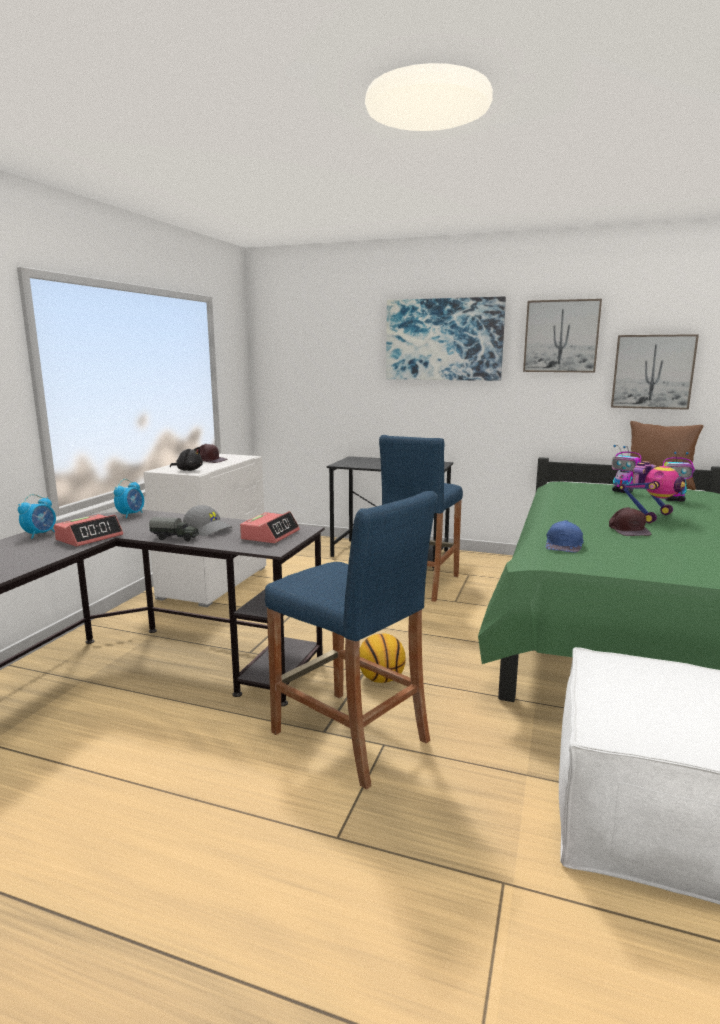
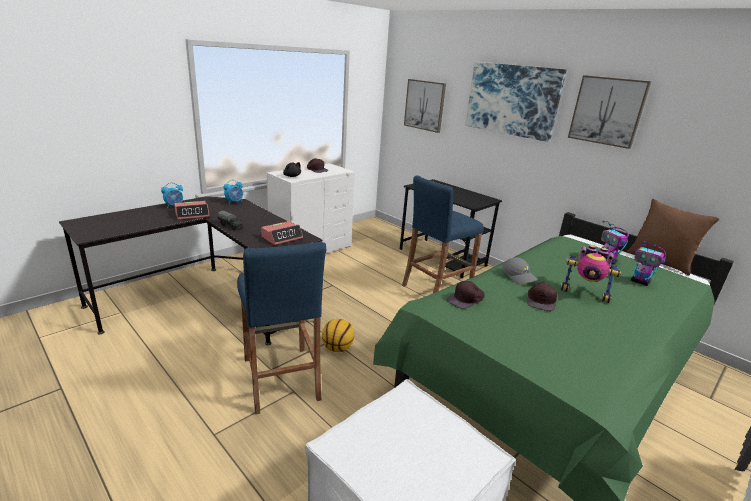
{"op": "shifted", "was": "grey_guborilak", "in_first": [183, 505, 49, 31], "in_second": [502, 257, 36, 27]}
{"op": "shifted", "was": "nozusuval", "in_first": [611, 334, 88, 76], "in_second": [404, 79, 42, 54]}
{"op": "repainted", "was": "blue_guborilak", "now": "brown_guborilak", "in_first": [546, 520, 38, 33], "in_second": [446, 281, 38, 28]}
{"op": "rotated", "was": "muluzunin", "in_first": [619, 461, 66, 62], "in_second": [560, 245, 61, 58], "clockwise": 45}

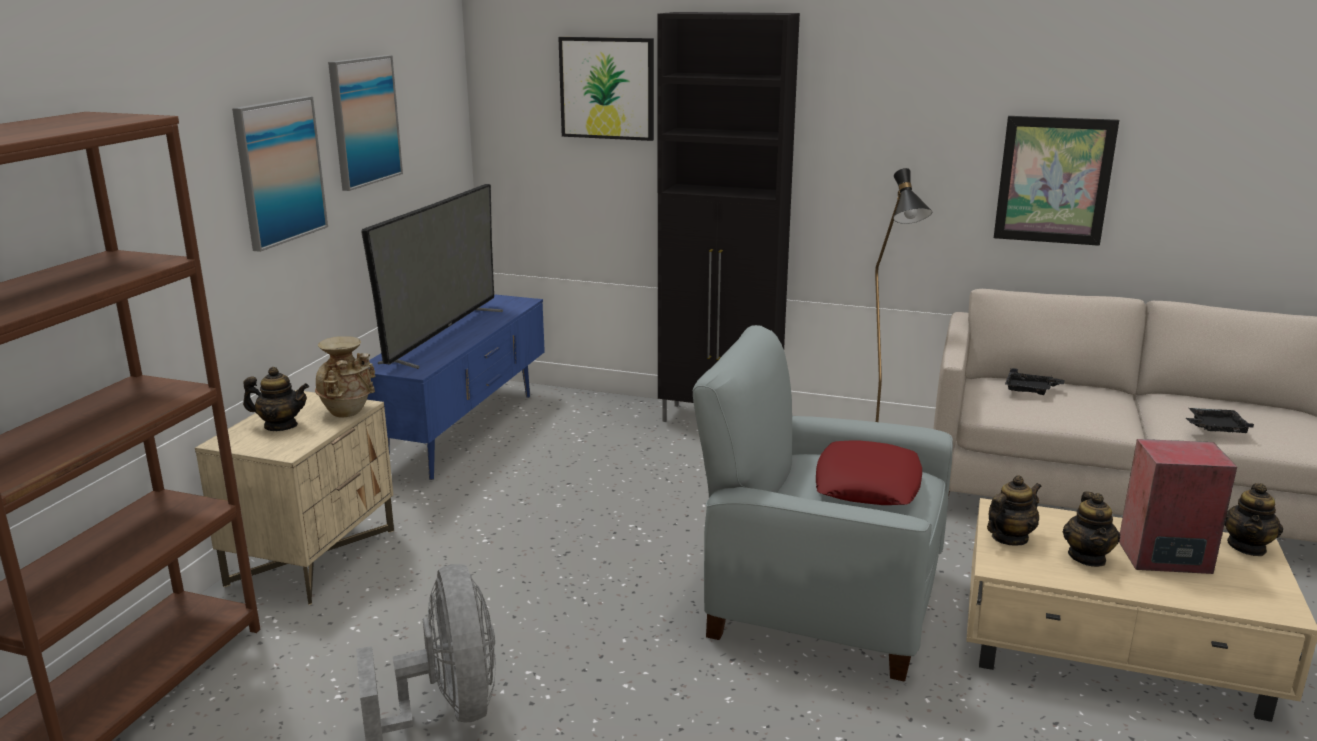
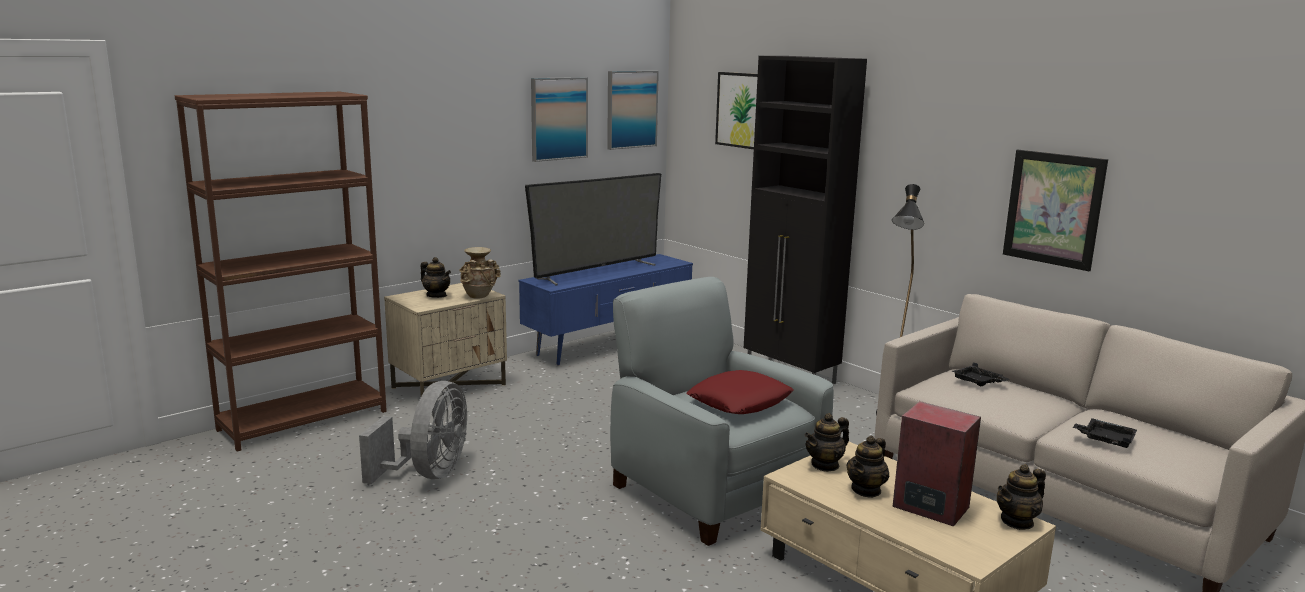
{"op": "shifted", "was": "nozusuval", "in_first": [232, 96, 96, 156], "in_second": [607, 71, 52, 79]}
{"op": "rotated", "was": "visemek", "in_first": [987, 475, 55, 70], "in_second": [805, 413, 44, 59], "clockwise": 150}

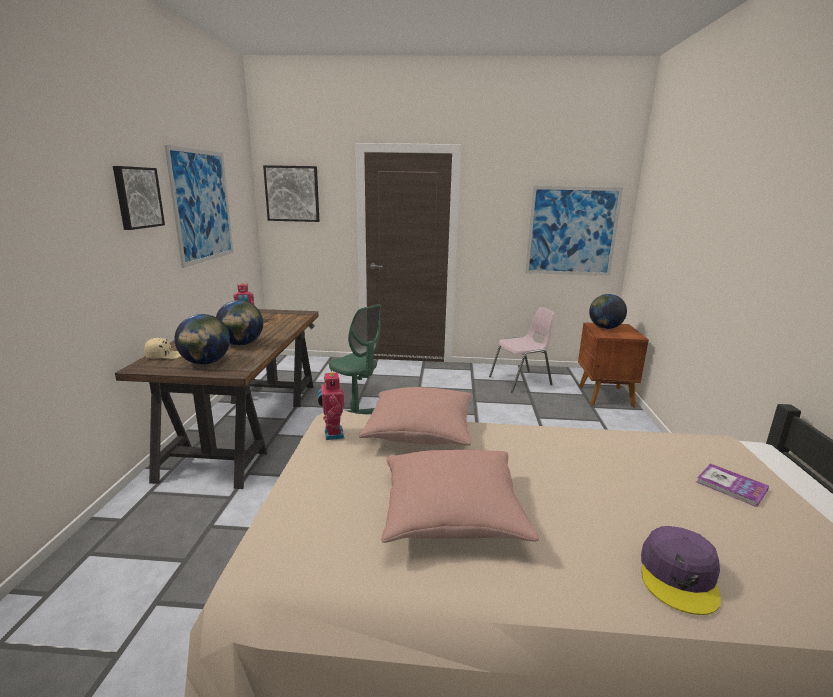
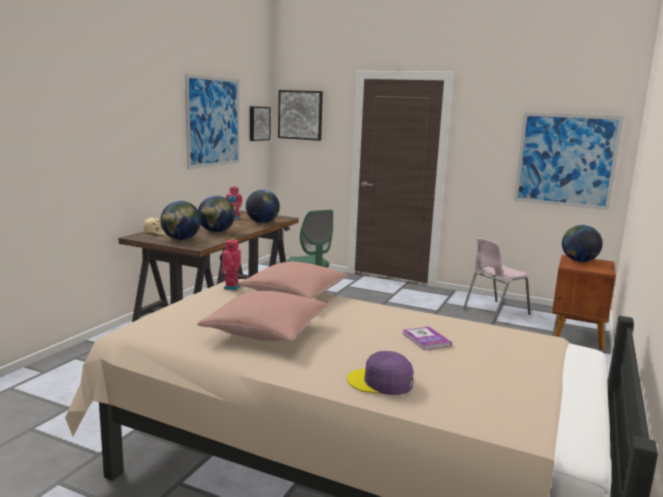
{"op": "new", "now": "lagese", "in_second": [246, 190, 34, 33]}
{"op": "shifted", "was": "nozusuval", "in_first": [113, 166, 52, 64], "in_second": [250, 106, 21, 35]}
{"op": "shifted", "was": "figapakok", "in_first": [697, 464, 72, 43], "in_second": [403, 327, 49, 23]}
{"op": "rotated", "was": "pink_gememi", "in_first": [489, 307, 66, 86], "in_second": [463, 238, 68, 84], "clockwise": 150}
{"op": "rotated", "was": "purple_guborilak", "in_first": [641, 526, 80, 89], "in_second": [347, 351, 67, 44], "clockwise": 60}

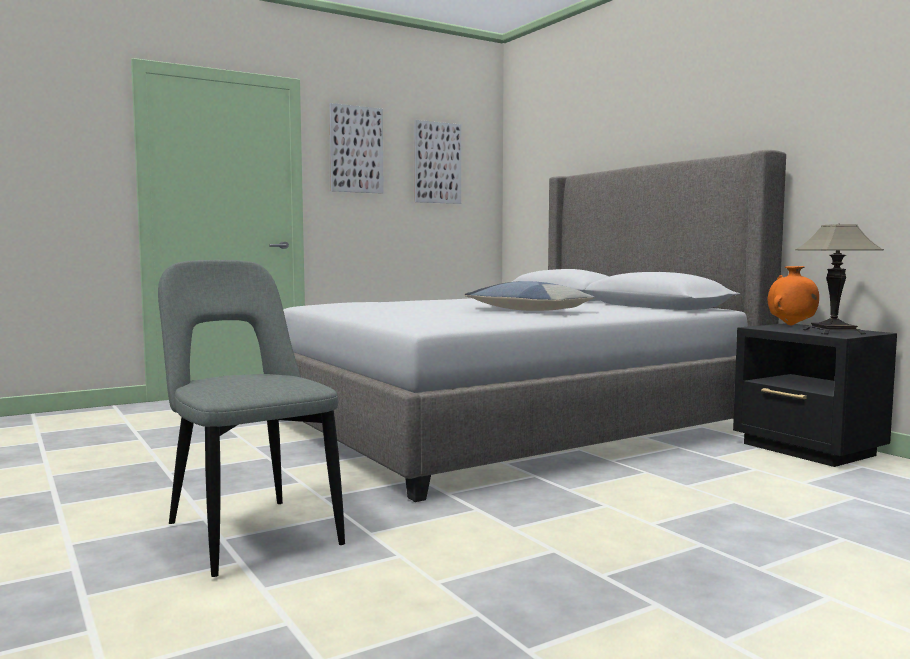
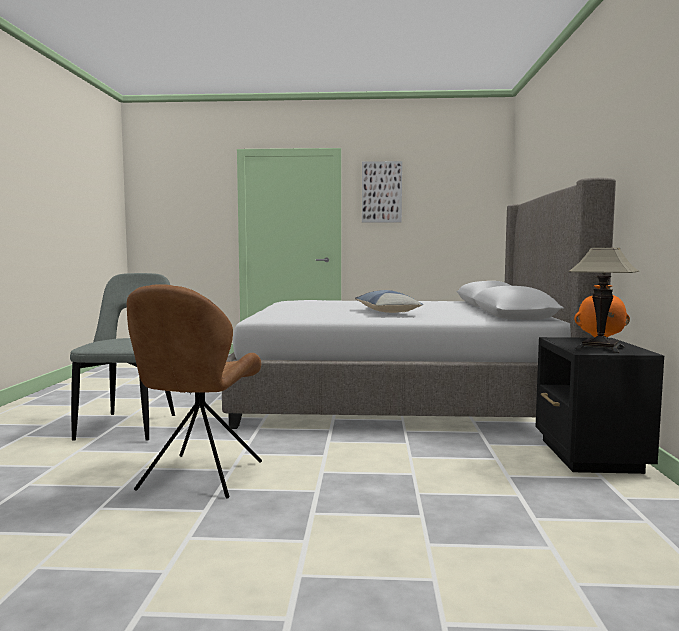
{"op": "gone", "was": "nozusuval", "in_first": [414, 120, 47, 84]}
{"op": "new", "now": "brown_gememi", "in_second": [127, 284, 135, 215]}

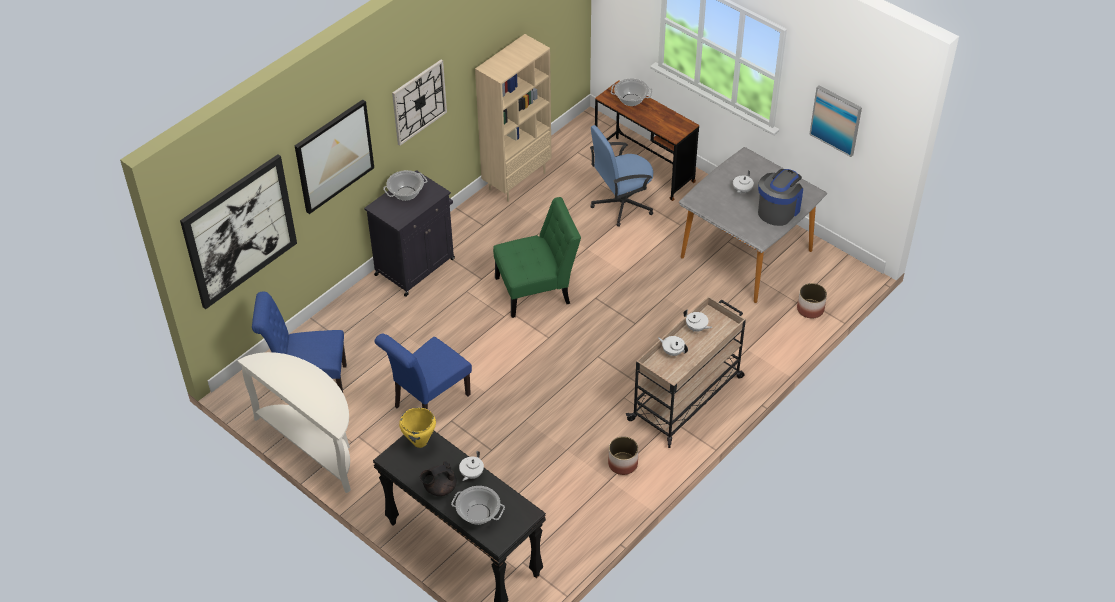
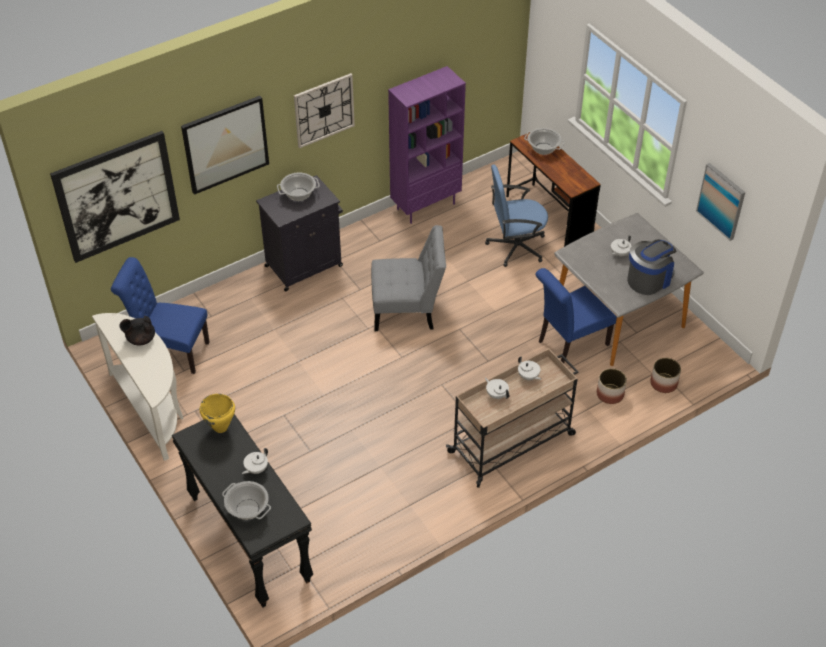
{"op": "shifted", "was": "blue_gememi", "in_first": [374, 334, 98, 75], "in_second": [536, 268, 81, 95]}
{"op": "shifted", "was": "black_visemek", "in_first": [420, 461, 36, 35], "in_second": [119, 316, 36, 30]}
{"op": "shifted", "was": "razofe", "in_first": [608, 436, 30, 39], "in_second": [597, 368, 30, 36]}
{"op": "repainted", "was": "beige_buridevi", "now": "purple_buridevi", "in_first": [475, 34, 76, 168], "in_second": [388, 66, 78, 158]}
{"op": "repainted", "was": "green_gememi", "now": "grey_gememi", "in_first": [493, 197, 88, 121], "in_second": [371, 225, 75, 106]}

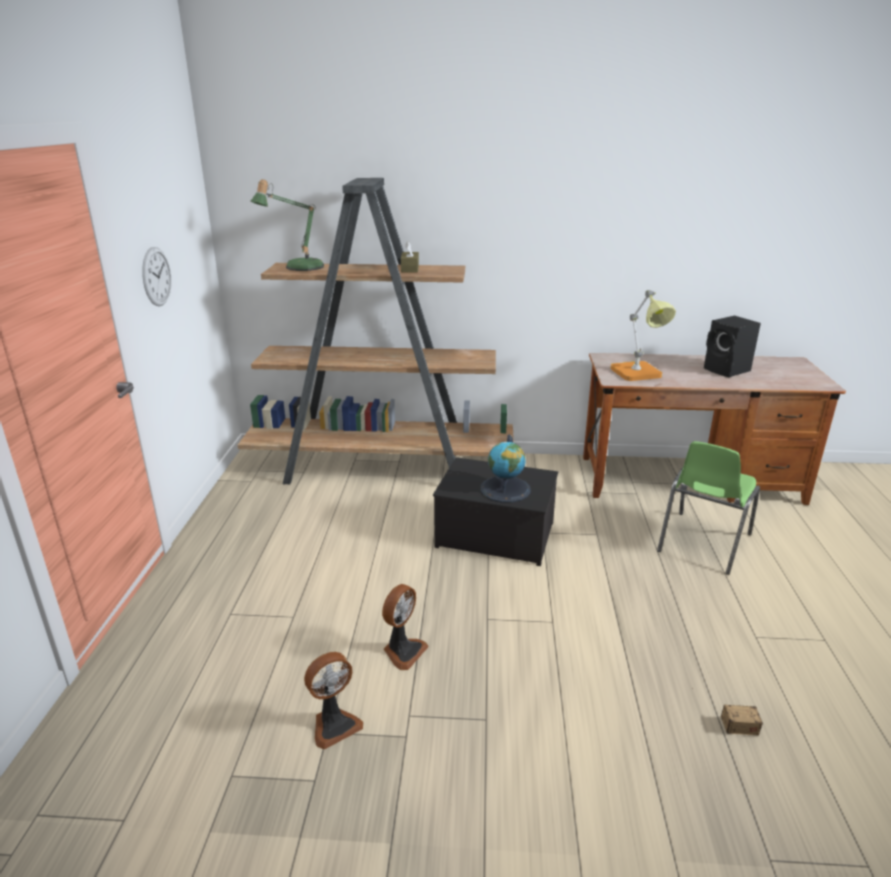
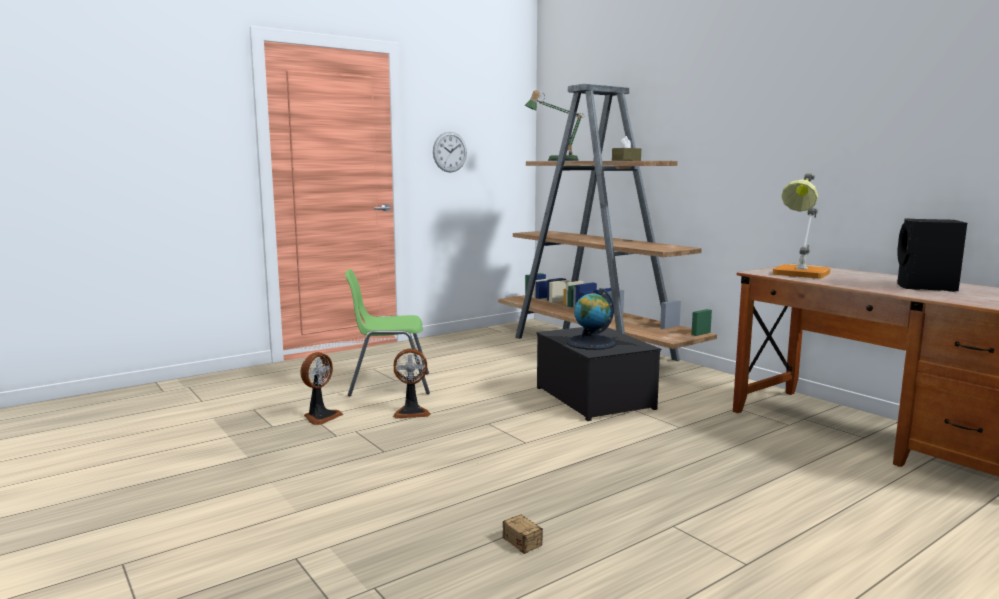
{"op": "shifted", "was": "green_gememi", "in_first": [657, 441, 103, 134], "in_second": [345, 269, 85, 127]}
{"op": "rotated", "was": "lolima", "in_first": [304, 652, 59, 97], "in_second": [300, 352, 43, 73], "clockwise": -75}

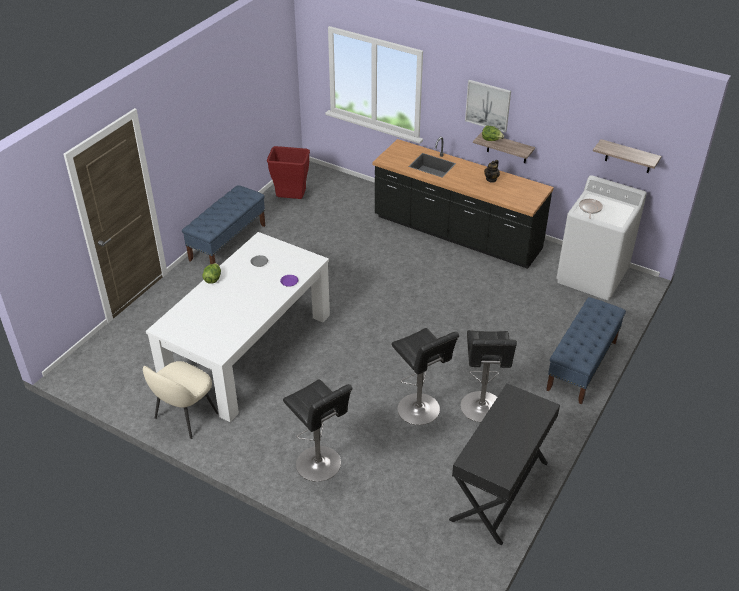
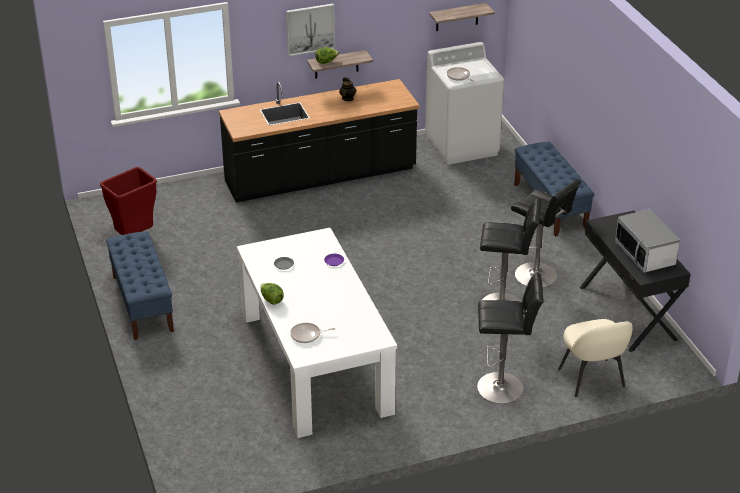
{"op": "new", "now": "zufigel", "in_second": [290, 323, 45, 20]}
{"op": "new", "now": "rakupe", "in_second": [615, 209, 65, 64]}
{"op": "shifted", "was": "beige_gememi", "in_first": [143, 361, 75, 78], "in_second": [558, 319, 75, 78]}

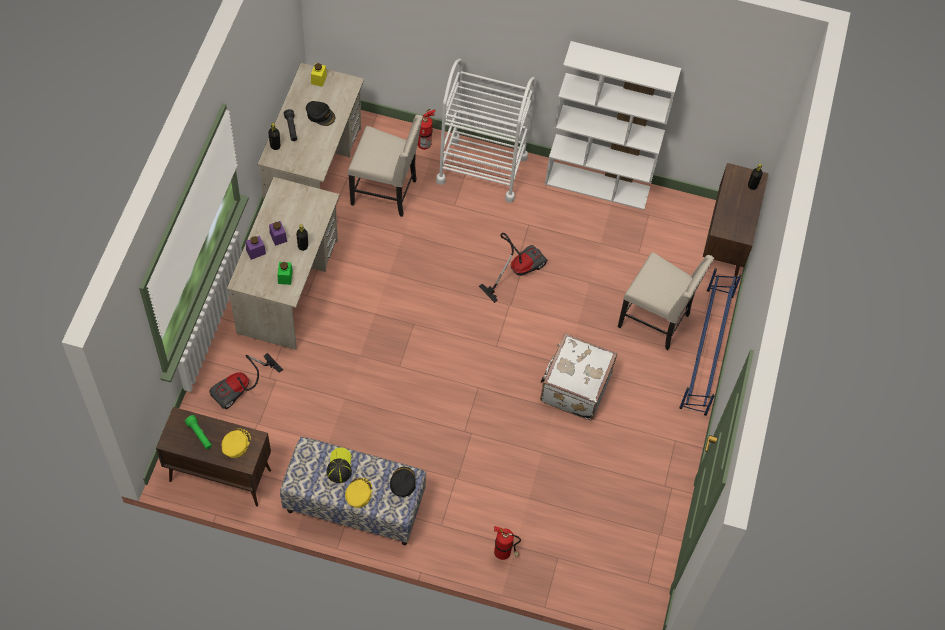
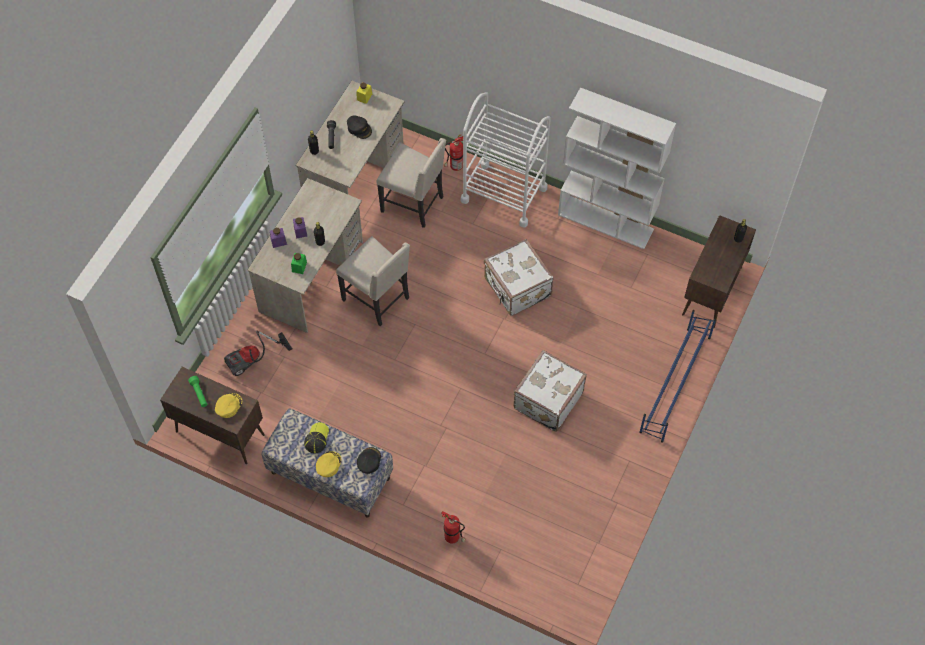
{"op": "shifted", "was": "beige_gememi", "in_first": [618, 252, 96, 98], "in_second": [336, 236, 74, 90]}
{"op": "swapped", "was": "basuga", "now": "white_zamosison", "in_first": [479, 233, 69, 70], "in_second": [484, 239, 69, 77]}

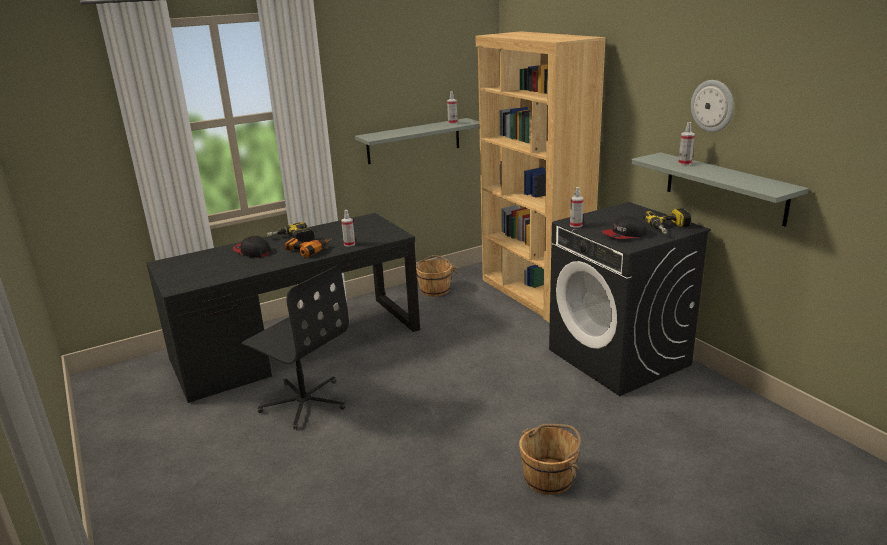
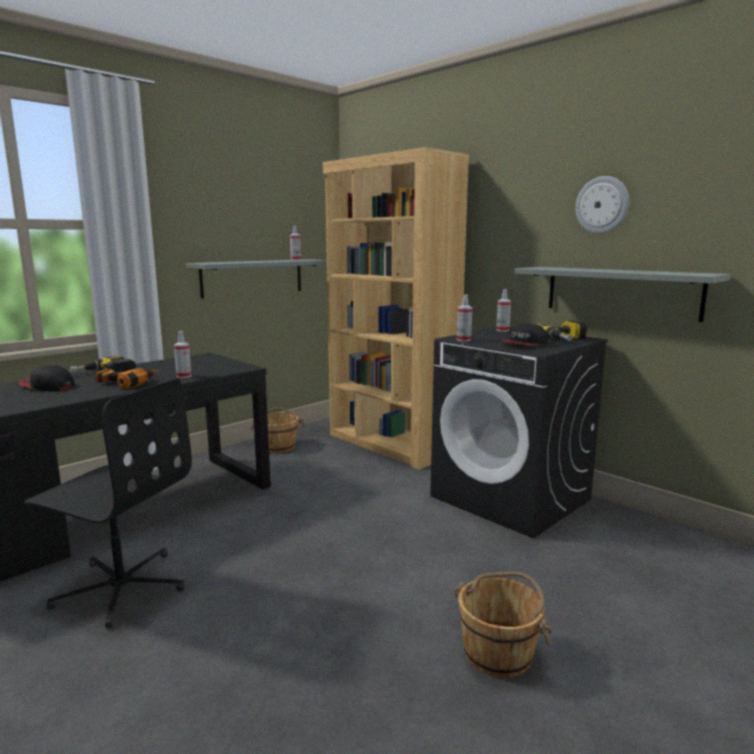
{"op": "shifted", "was": "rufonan", "in_first": [678, 122, 17, 43], "in_second": [496, 289, 15, 43]}

